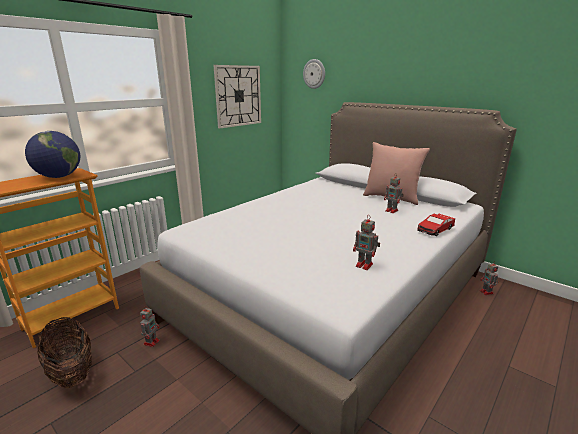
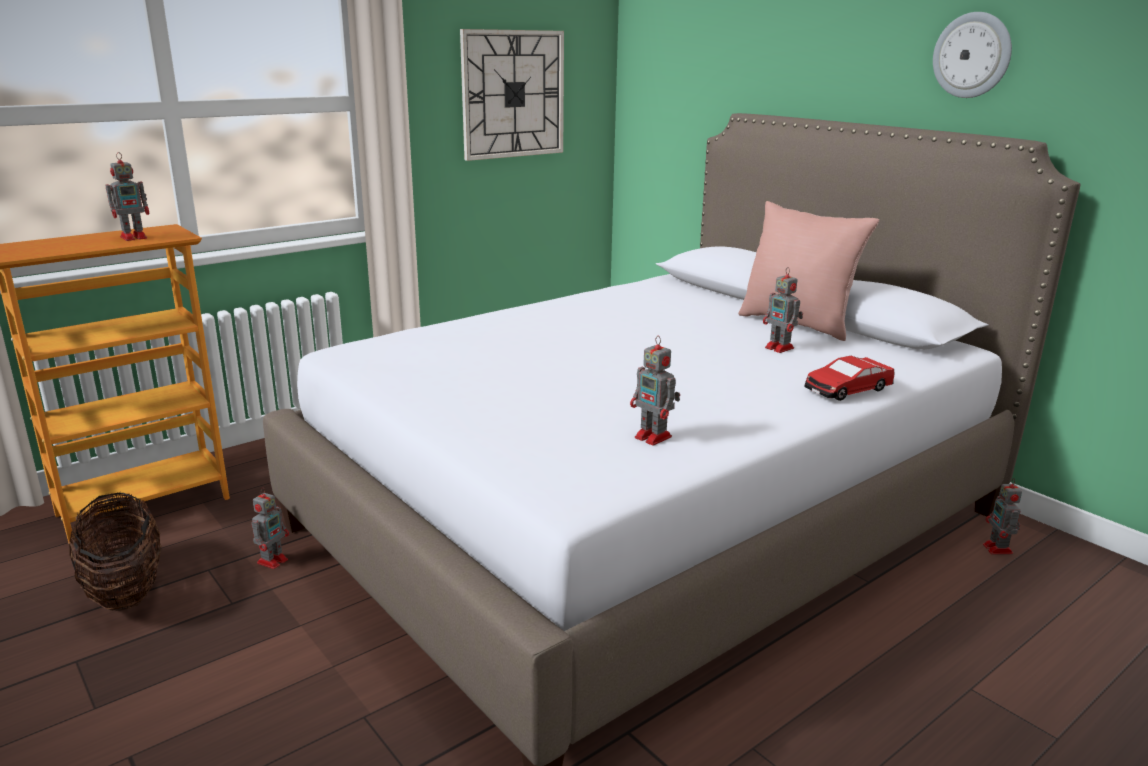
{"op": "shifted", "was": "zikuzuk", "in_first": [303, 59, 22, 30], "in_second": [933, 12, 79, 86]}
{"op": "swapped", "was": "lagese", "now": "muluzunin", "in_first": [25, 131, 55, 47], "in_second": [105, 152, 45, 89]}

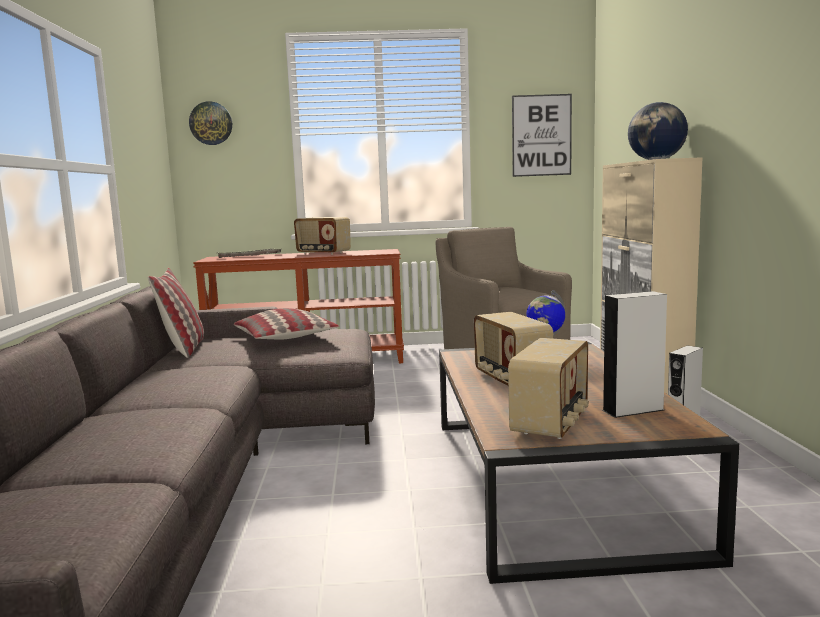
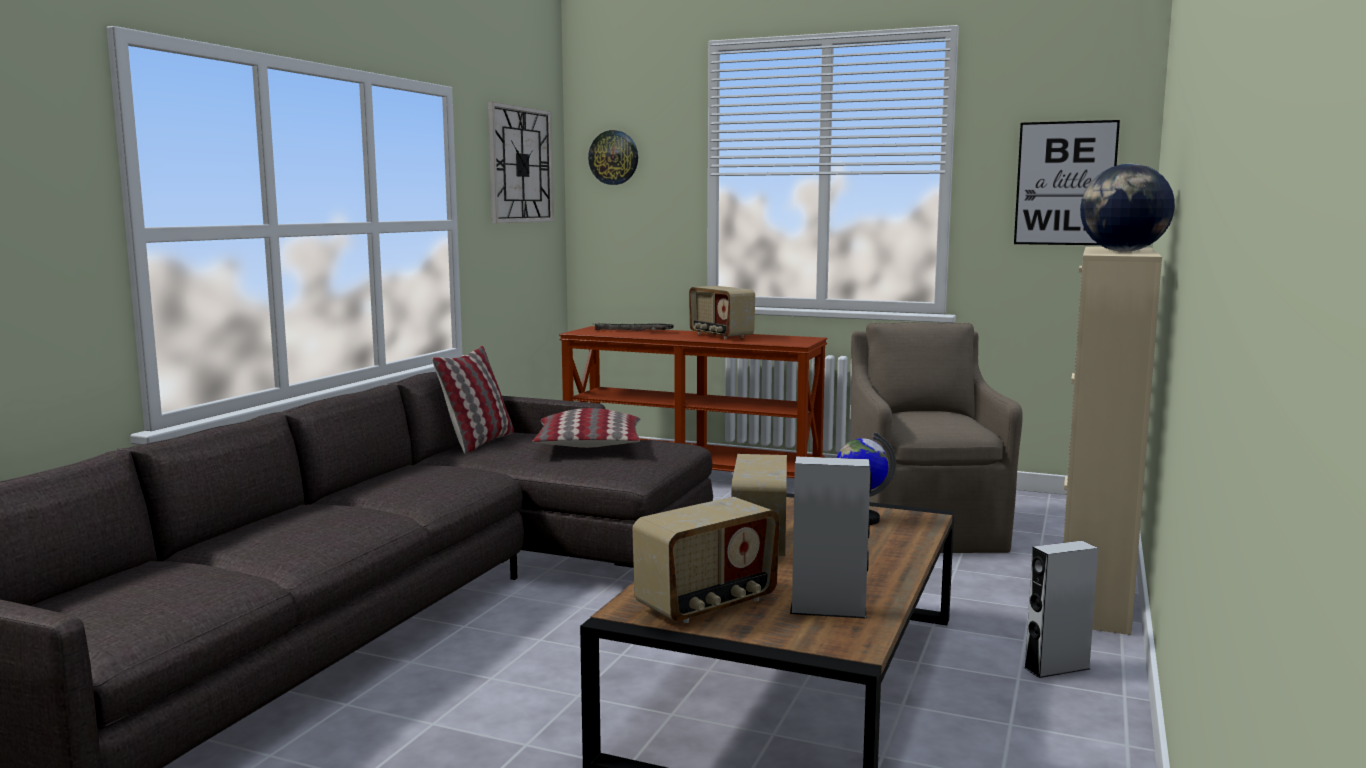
{"op": "new", "now": "zikuzuk", "in_second": [488, 102, 66, 121]}

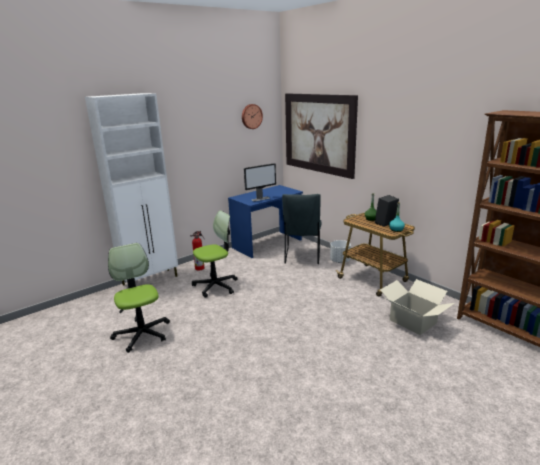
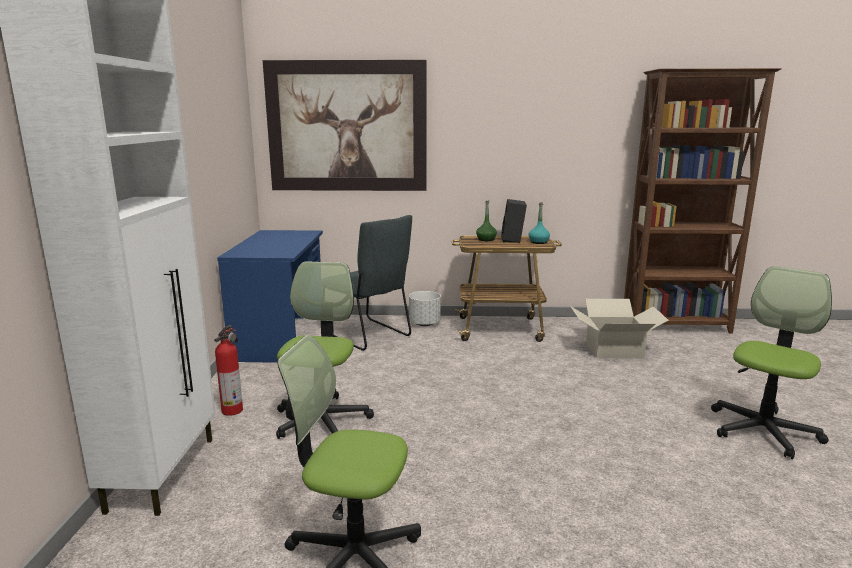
{"op": "gone", "was": "zikuzuk", "in_first": [242, 104, 21, 25]}
{"op": "gone", "was": "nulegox", "in_first": [244, 163, 32, 38]}
{"op": "new", "now": "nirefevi", "in_second": [711, 266, 121, 193]}

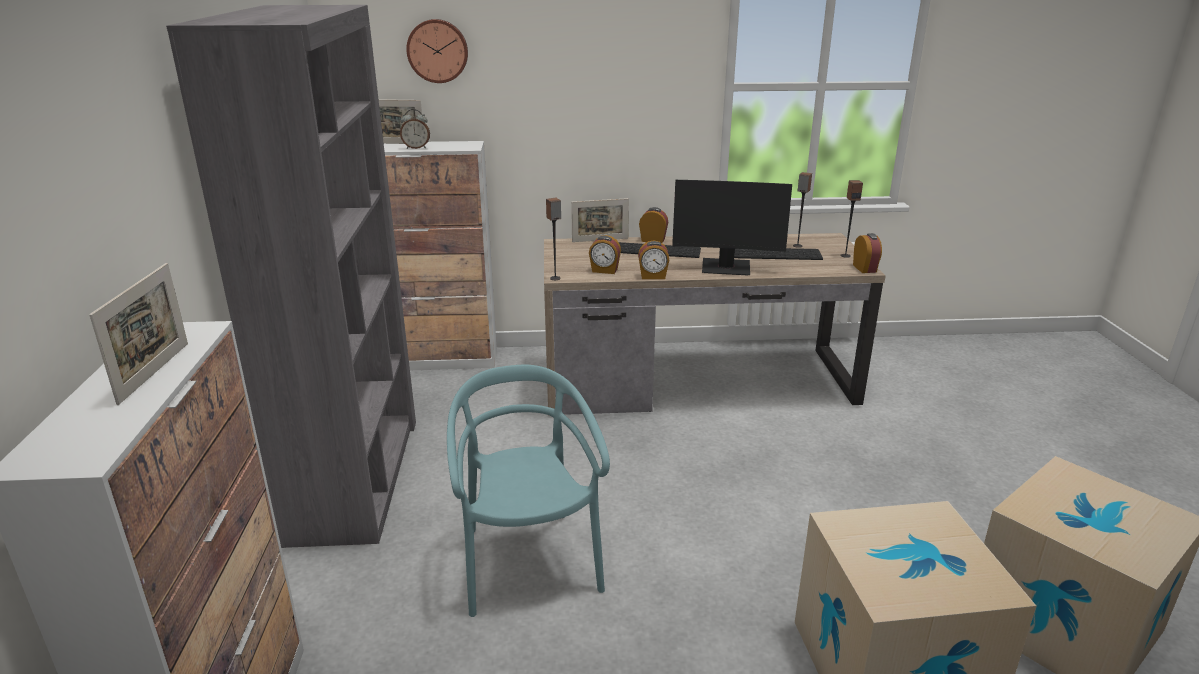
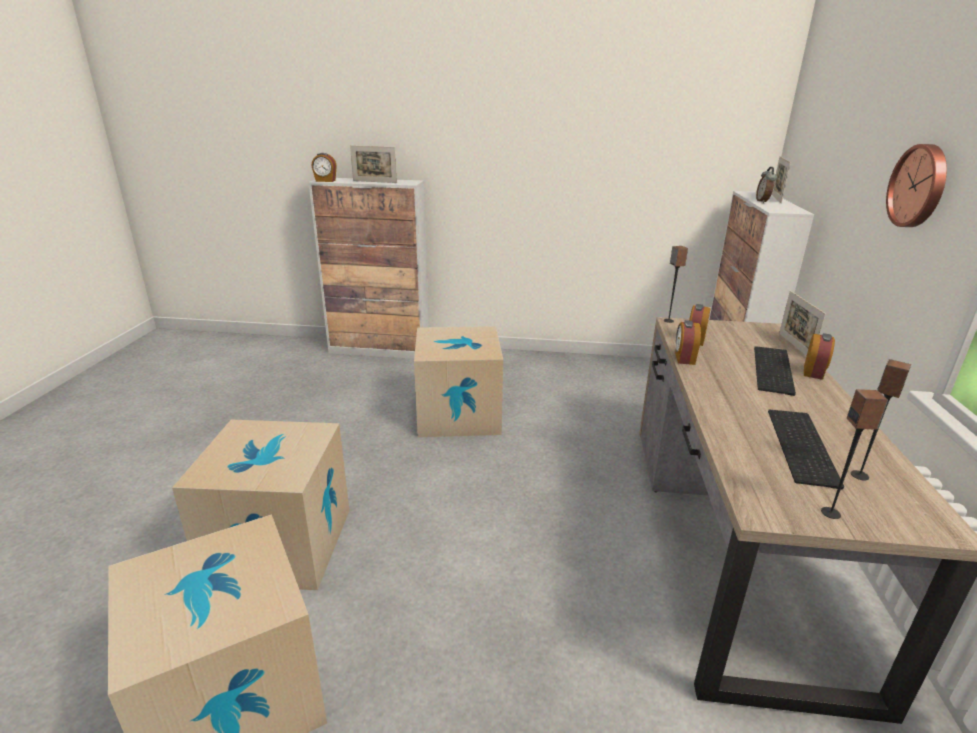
{"op": "gone", "was": "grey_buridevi", "in_first": [166, 5, 250, 543]}
{"op": "gone", "was": "nulegox", "in_first": [672, 180, 120, 95]}
{"op": "shifted", "was": "zikuzuk", "in_first": [406, 19, 62, 64], "in_second": [886, 144, 61, 83]}
{"op": "shifted", "was": "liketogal", "in_first": [853, 233, 29, 40], "in_second": [312, 153, 25, 29]}
{"op": "swapped", "was": "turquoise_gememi", "now": "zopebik", "in_first": [447, 365, 163, 252], "in_second": [414, 326, 89, 111]}

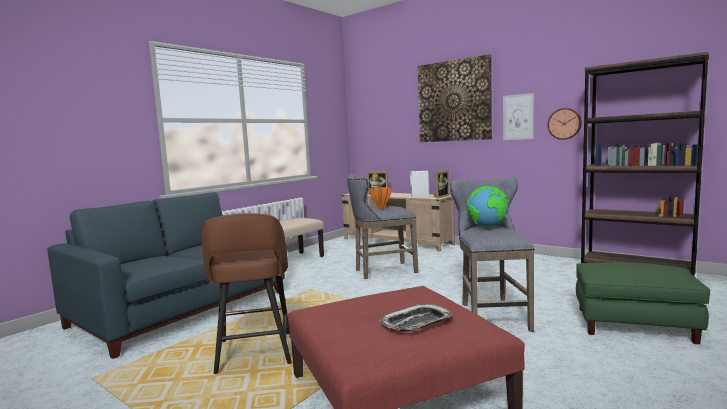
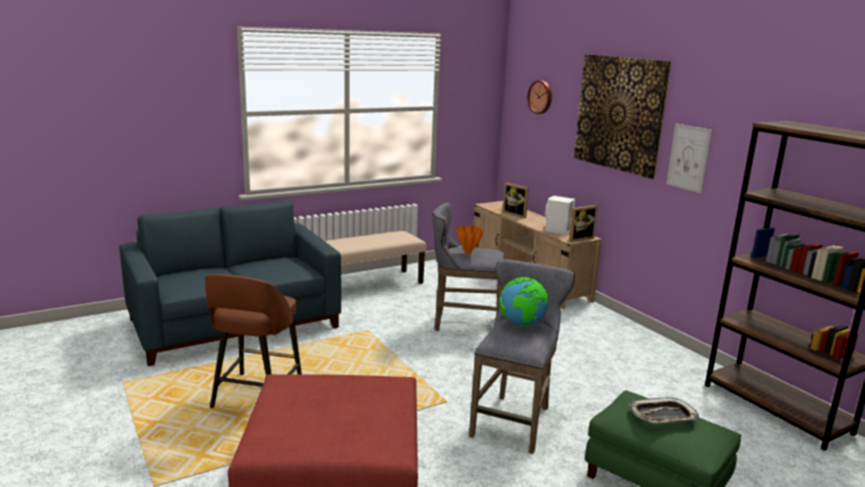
{"op": "shifted", "was": "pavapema", "in_first": [379, 304, 73, 28], "in_second": [629, 397, 70, 26]}
{"op": "shifted", "was": "zikuzuk", "in_first": [548, 108, 34, 32], "in_second": [528, 81, 24, 33]}

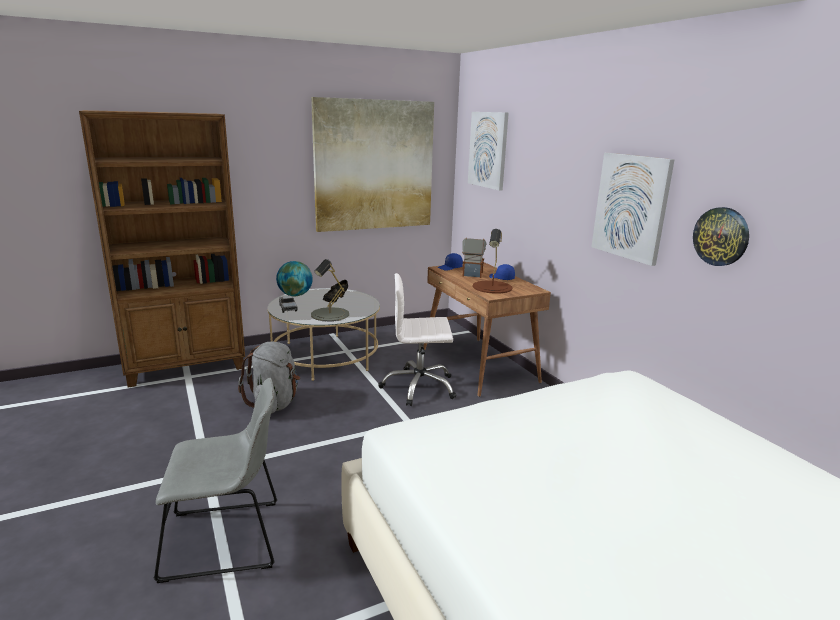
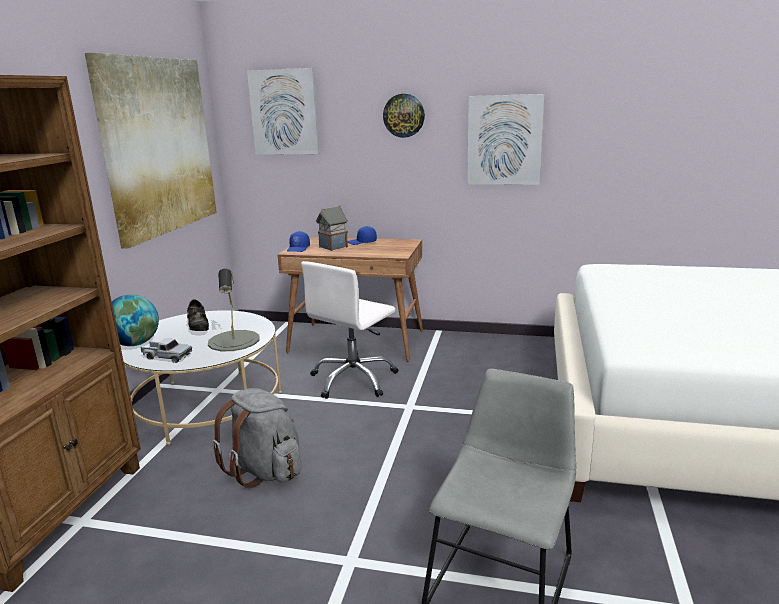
{"op": "gone", "was": "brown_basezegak", "in_first": [472, 229, 41, 65]}
{"op": "shifted", "was": "zikuzuk", "in_first": [693, 207, 56, 59], "in_second": [383, 94, 42, 44]}

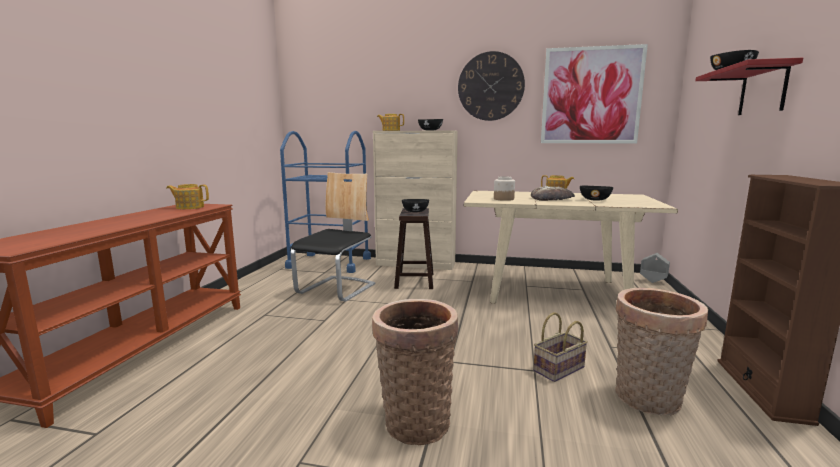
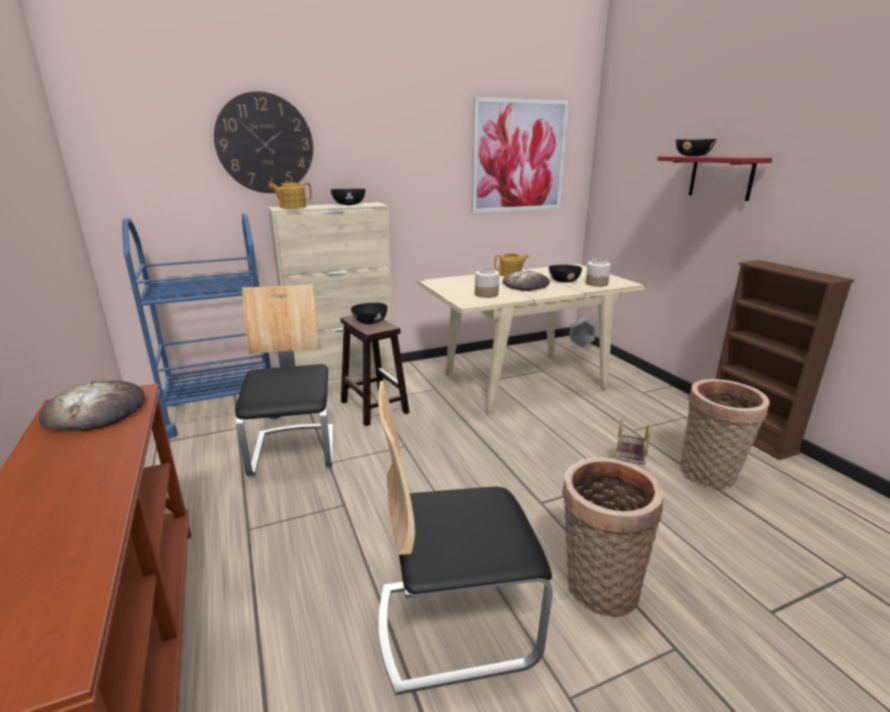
{"op": "new", "now": "gememi", "in_second": [378, 381, 175, 314]}
{"op": "new", "now": "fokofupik", "in_second": [586, 259, 25, 28]}
{"op": "shifted", "was": "zikuzuk", "in_first": [458, 51, 67, 70], "in_second": [214, 91, 99, 102]}
{"op": "swapped", "was": "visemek", "now": "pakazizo", "in_first": [166, 184, 43, 25], "in_second": [39, 381, 106, 51]}

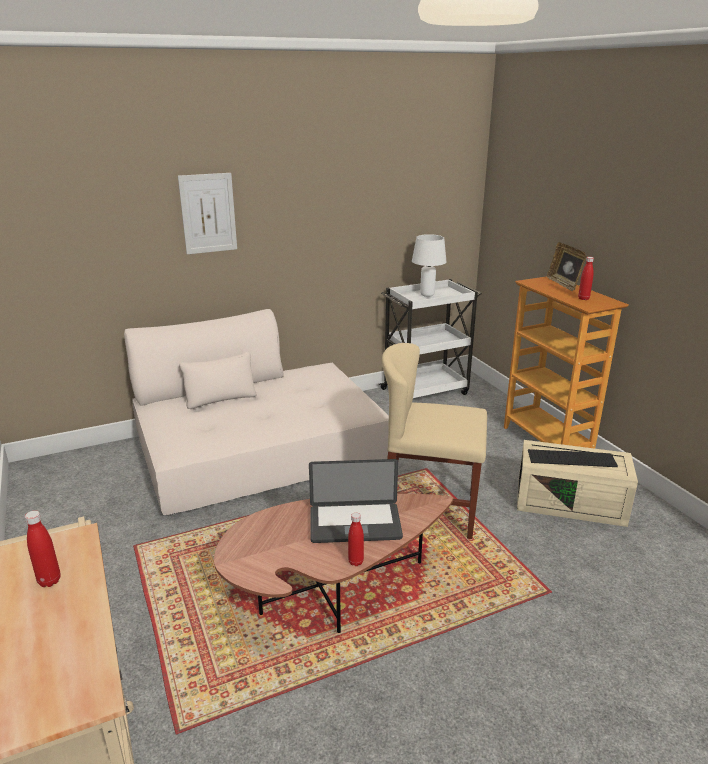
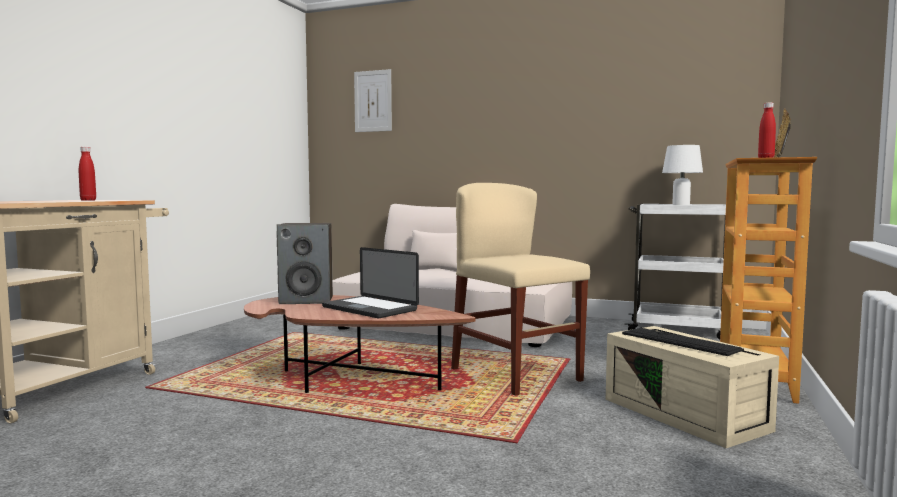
{"op": "gone", "was": "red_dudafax", "in_first": [348, 513, 16, 53]}
{"op": "new", "now": "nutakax", "in_second": [276, 223, 57, 81]}
{"op": "shifted", "was": "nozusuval", "in_first": [178, 173, 59, 81], "in_second": [354, 69, 38, 63]}

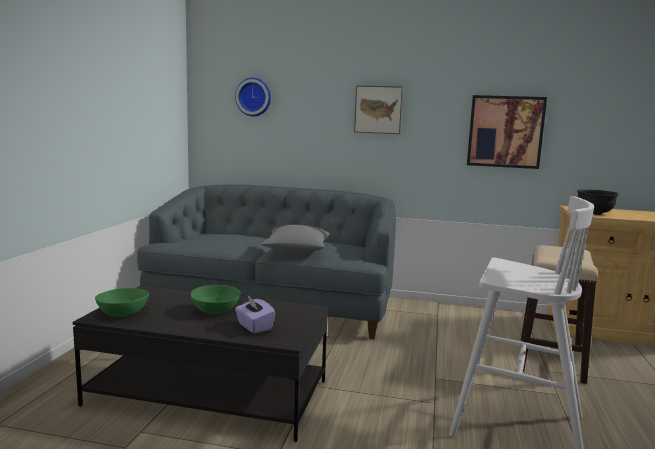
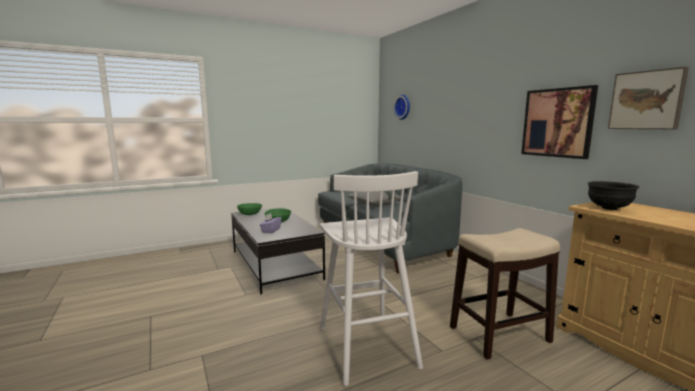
{"op": "shifted", "was": "nozusuval", "in_first": [354, 85, 49, 49], "in_second": [608, 67, 81, 62]}

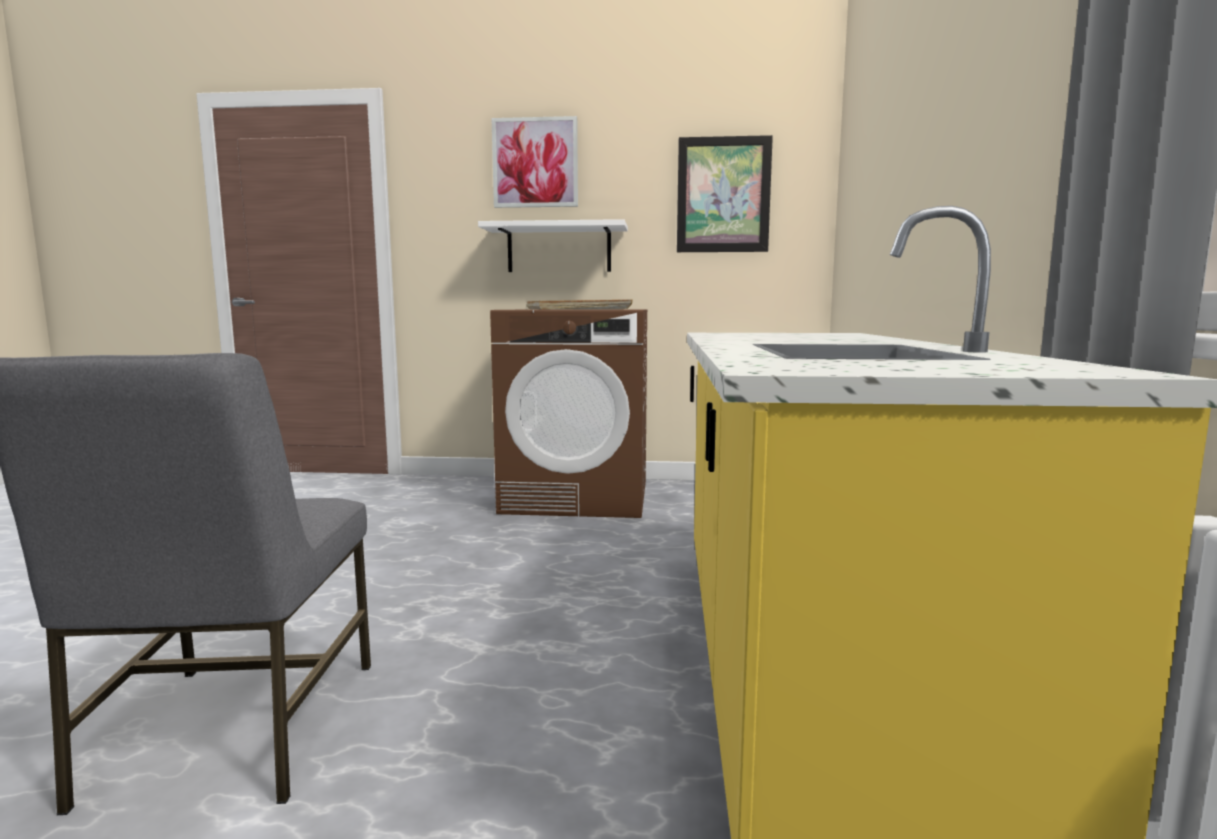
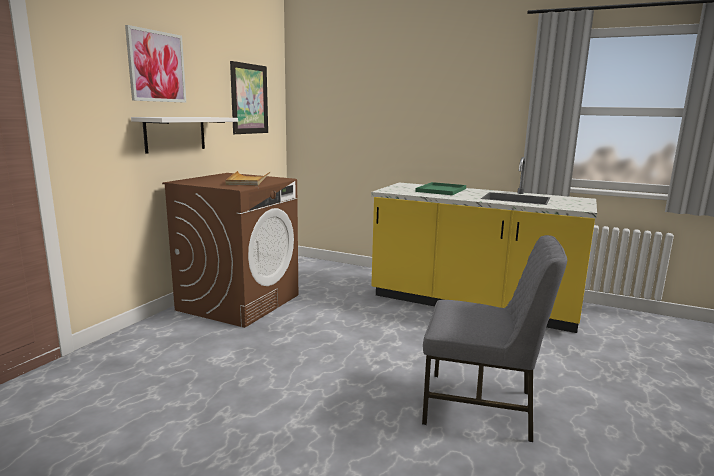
{"op": "new", "now": "green_pavapema", "in_second": [415, 182, 51, 13]}

